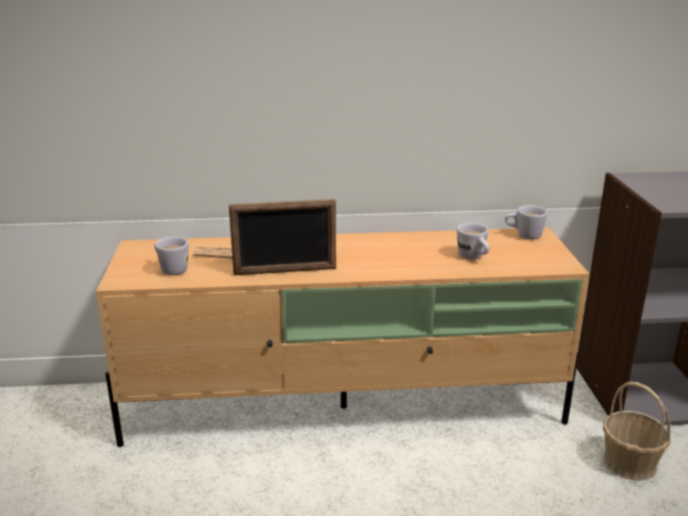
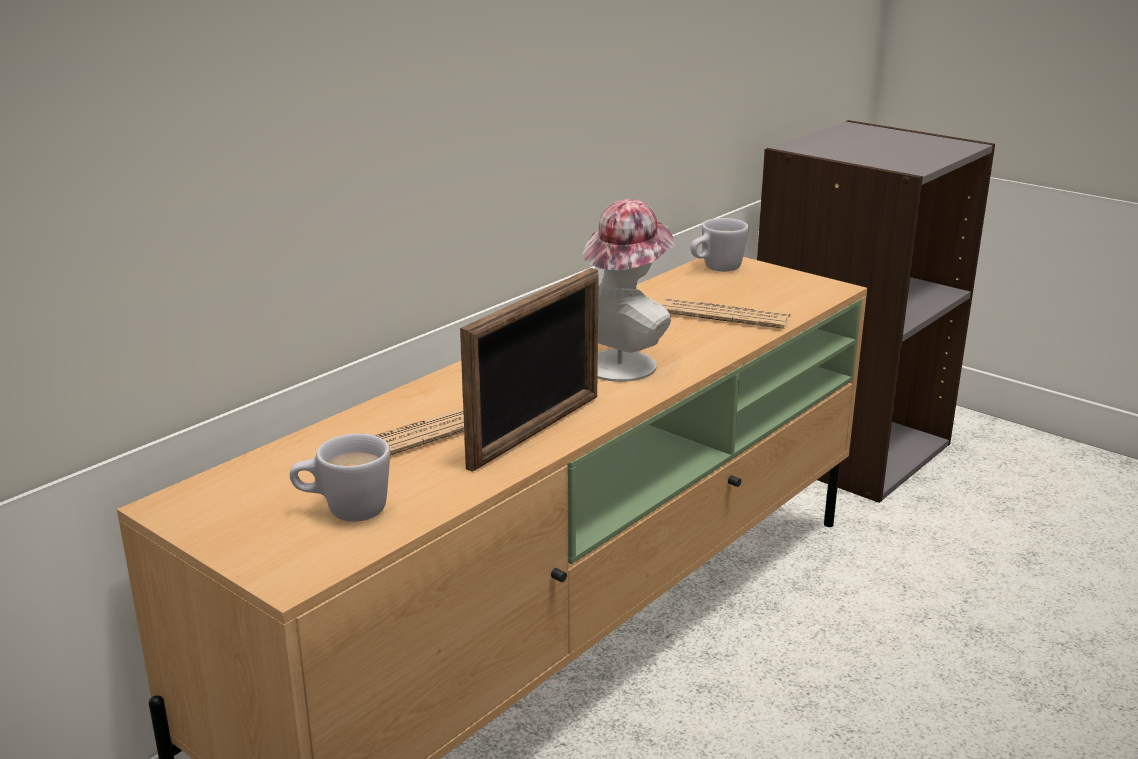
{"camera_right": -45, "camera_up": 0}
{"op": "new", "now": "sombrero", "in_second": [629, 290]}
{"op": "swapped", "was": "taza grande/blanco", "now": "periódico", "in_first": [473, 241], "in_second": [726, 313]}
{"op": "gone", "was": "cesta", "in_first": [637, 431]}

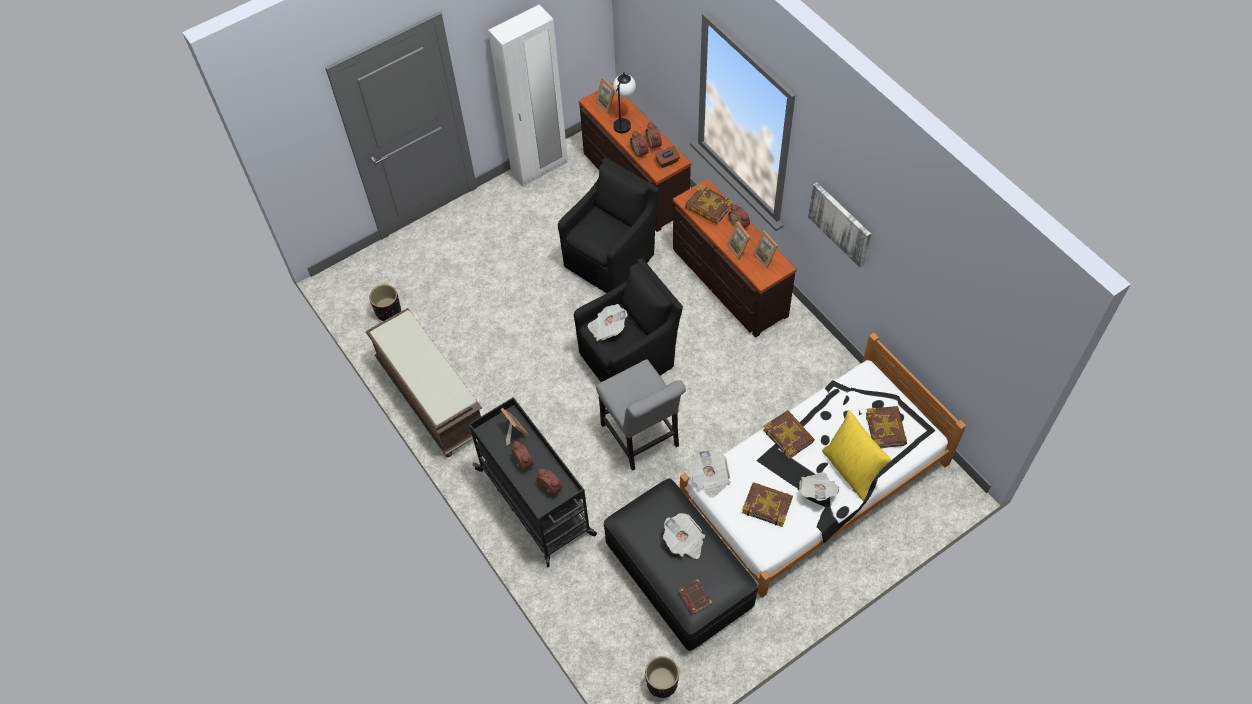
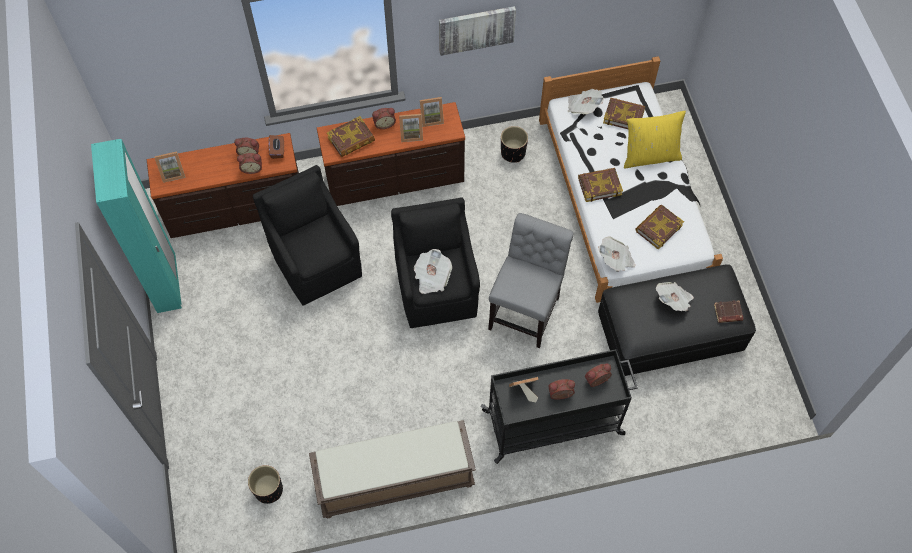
{"camera_right": -70, "camera_up": 5}
{"op": "repainted", "was": "armario ropero/blanco", "now": "armario ropero/turquesa", "in_first": [528, 96], "in_second": [136, 226]}
{"op": "rotated", "was": "silla/gris", "in_first": [641, 415], "in_second": [531, 280], "clockwise": -60}
{"op": "shifted", "was": "maceta/negro", "in_first": [662, 677], "in_second": [514, 144]}
{"op": "shifted", "was": "periódico", "in_first": [819, 486], "in_second": [586, 101]}
{"op": "gone", "was": "lámpara de mesa", "in_first": [624, 102]}

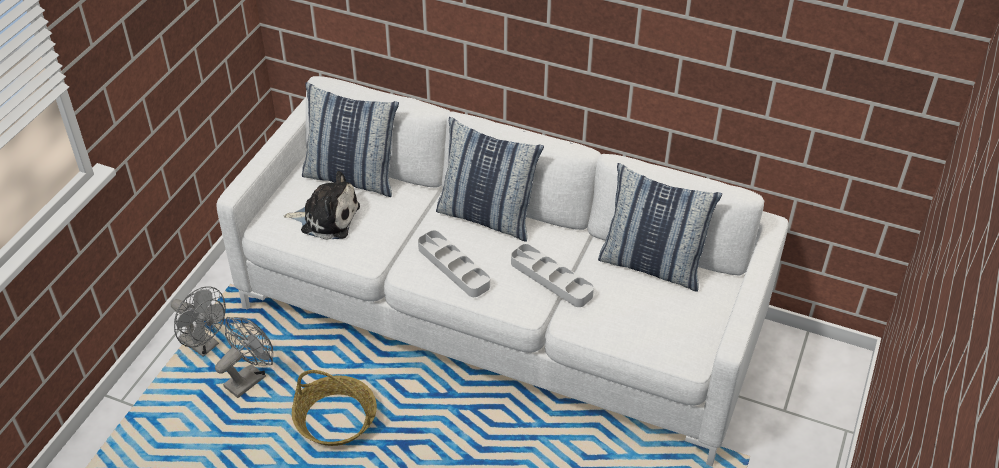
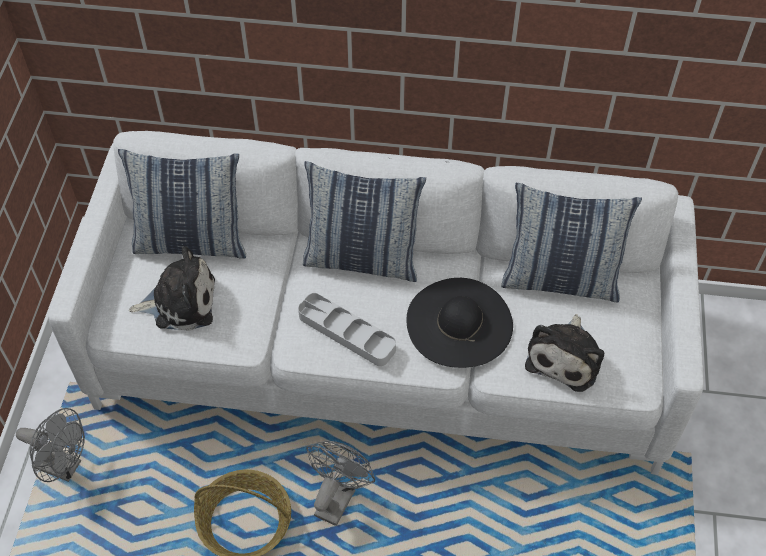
{"camera_right": -15, "camera_up": 10}
{"op": "shifted", "was": "ventilador/gris", "in_first": [244, 357], "in_second": [340, 483]}
{"op": "swapped", "was": "bandeja/gris", "now": "sombrero/negro", "in_first": [552, 275], "in_second": [460, 323]}
{"op": "new", "now": "peluche", "in_second": [564, 353]}

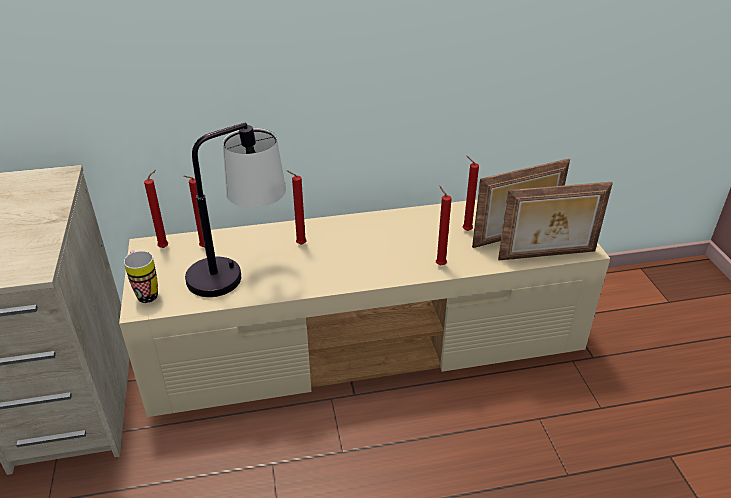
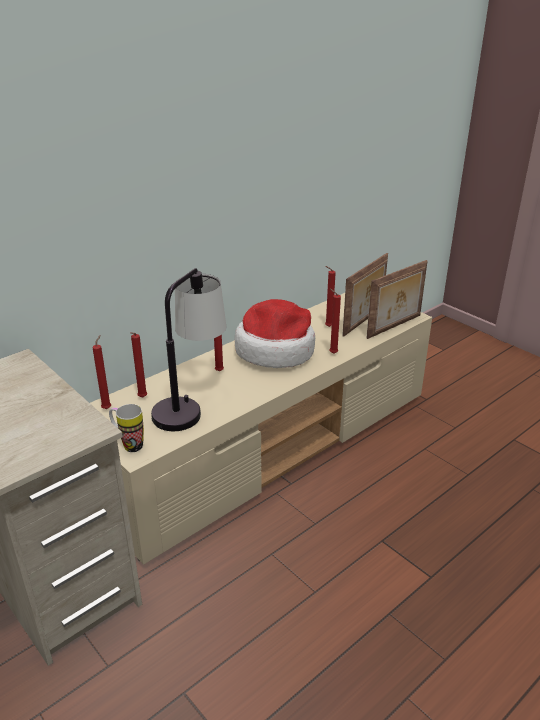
{"camera_right": -30, "camera_up": -5}
{"op": "new", "now": "sombrero", "in_second": [275, 333]}

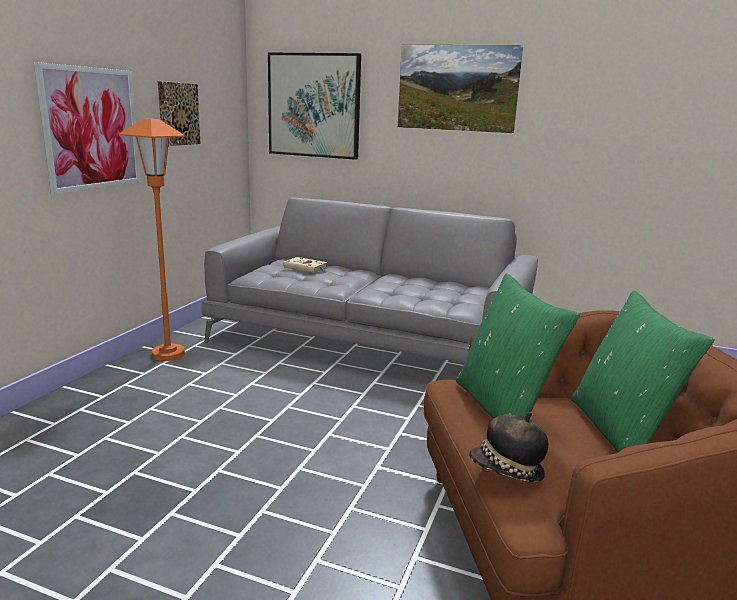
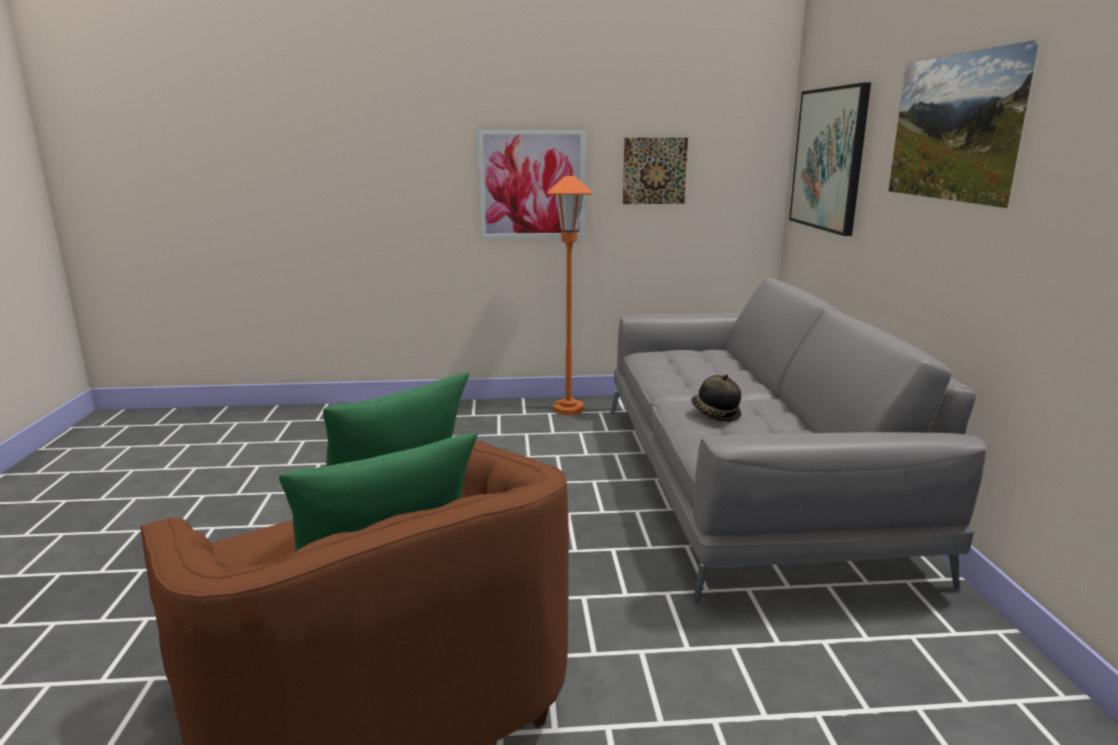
{"camera_right": 65, "camera_up": 0}
{"op": "shifted", "was": "sombrero", "in_first": [508, 447], "in_second": [716, 398]}
{"op": "gone", "was": "libro/beis", "in_first": [305, 265]}

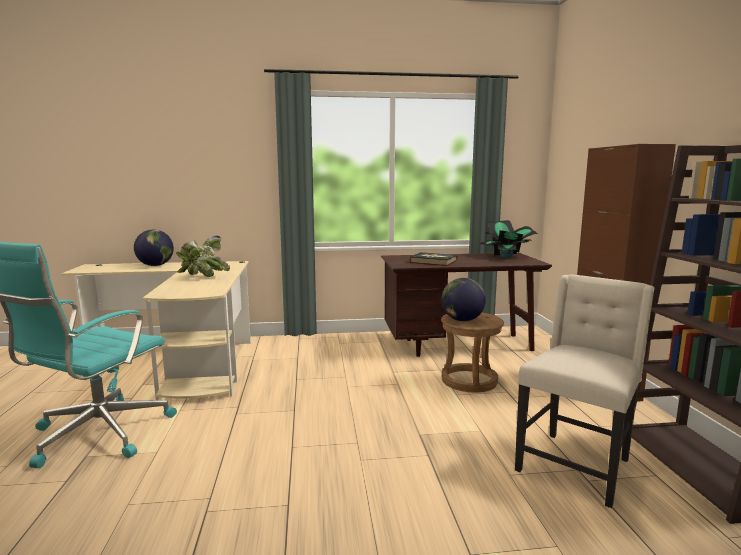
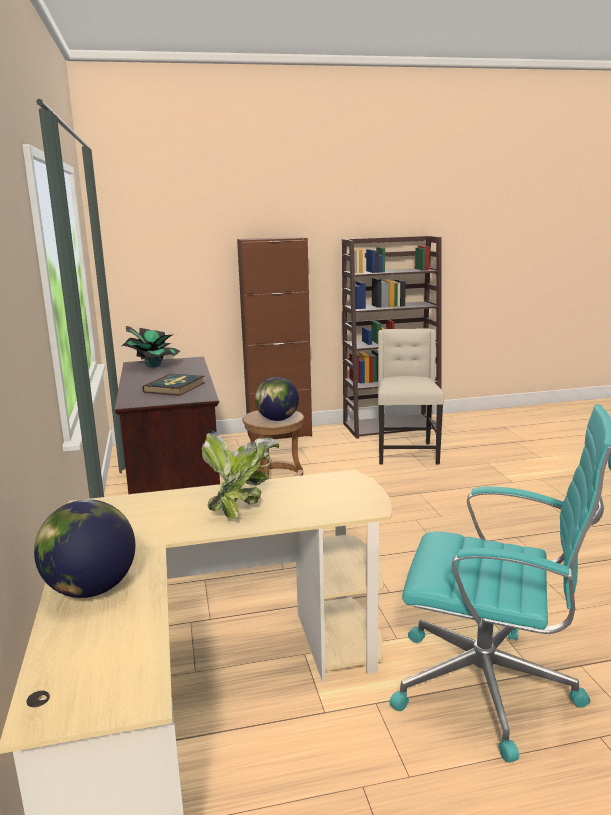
{"camera_right": -95, "camera_up": 5}
{"op": "rotated", "was": "silla/beis", "in_first": [585, 391], "in_second": [411, 397], "clockwise": 60}

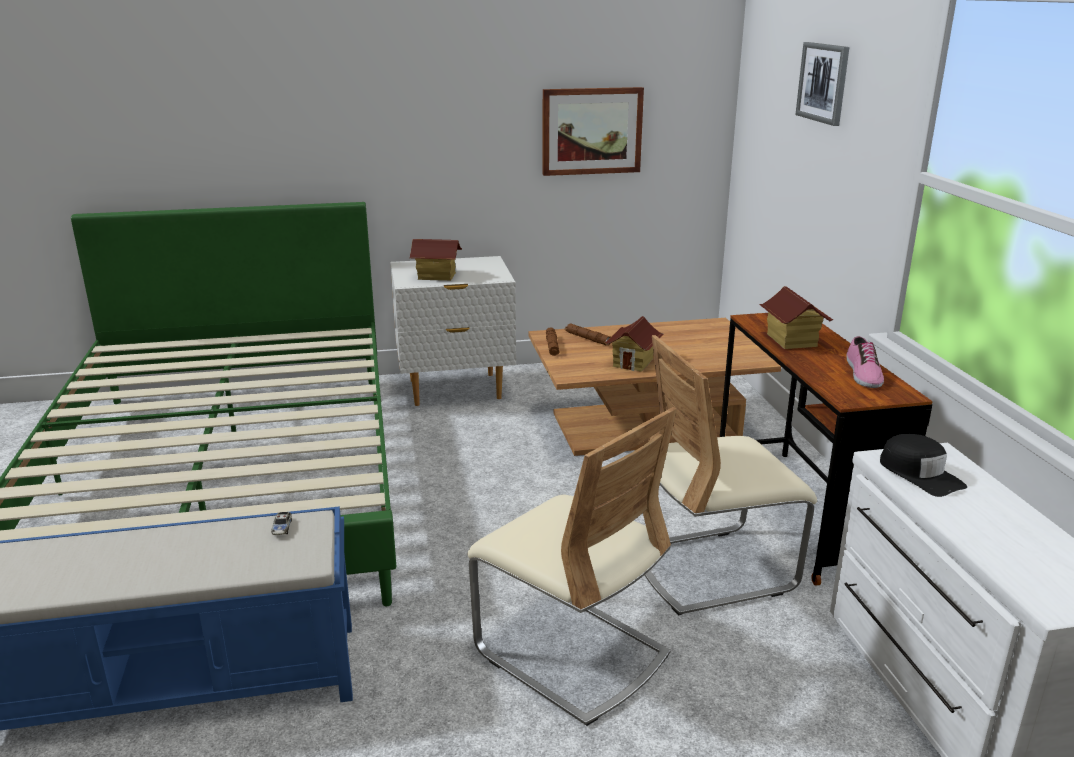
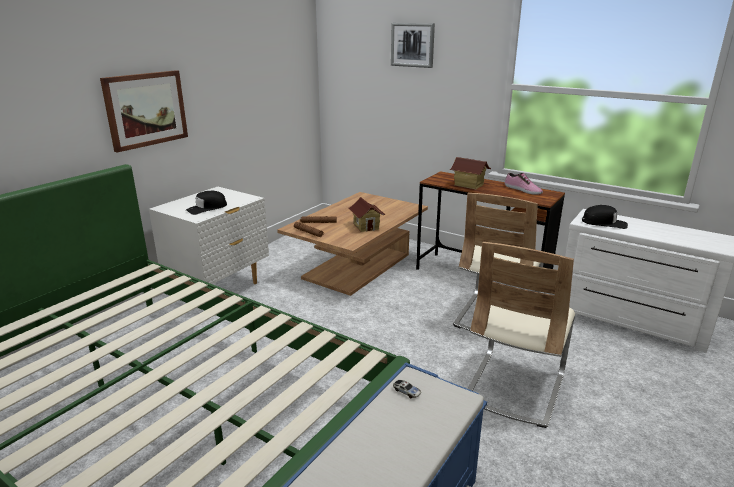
{"camera_right": -45, "camera_up": 0}
{"op": "shifted", "was": "cuadro", "in_first": [593, 131], "in_second": [144, 111]}
{"op": "swapped", "was": "casita", "now": "gorra/negro", "in_first": [435, 260], "in_second": [206, 203]}
{"op": "rotated", "was": "silla/beis", "in_first": [572, 566], "in_second": [521, 335], "clockwise": 120}

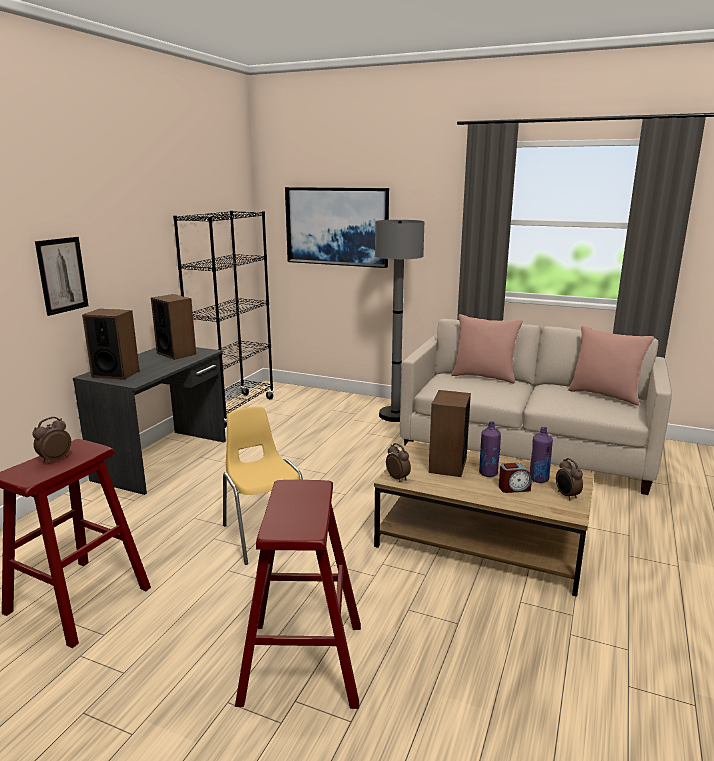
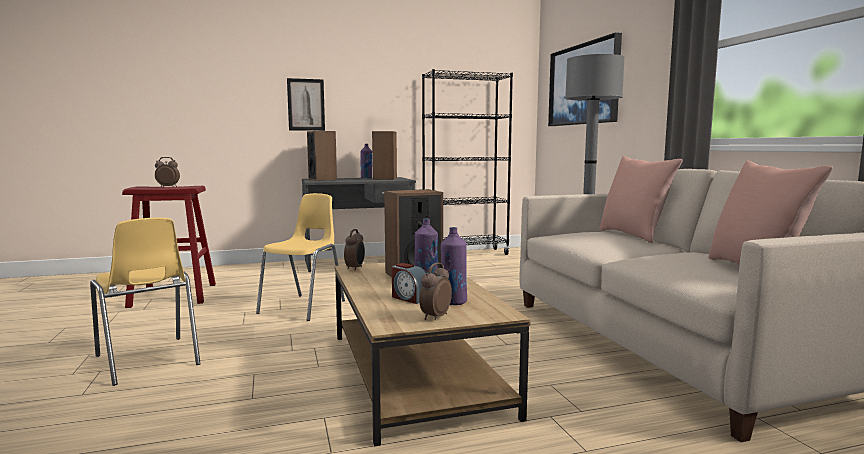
{"camera_right": 50, "camera_up": -10}
{"op": "swapped", "was": "taburete/rojo", "now": "silla/amarillo", "in_first": [298, 594], "in_second": [145, 302]}
{"op": "new", "now": "botella/morado", "in_second": [366, 161]}

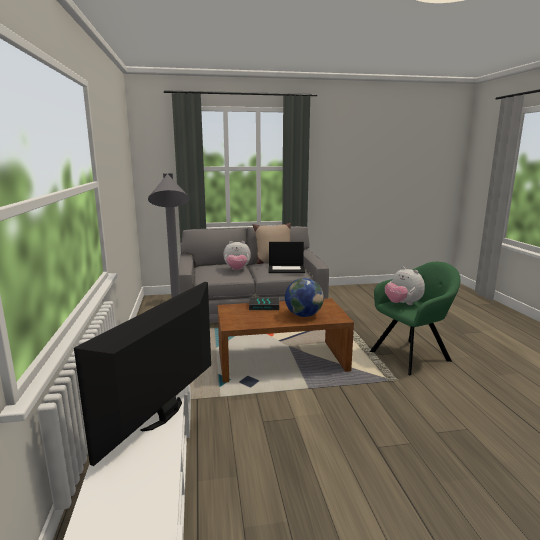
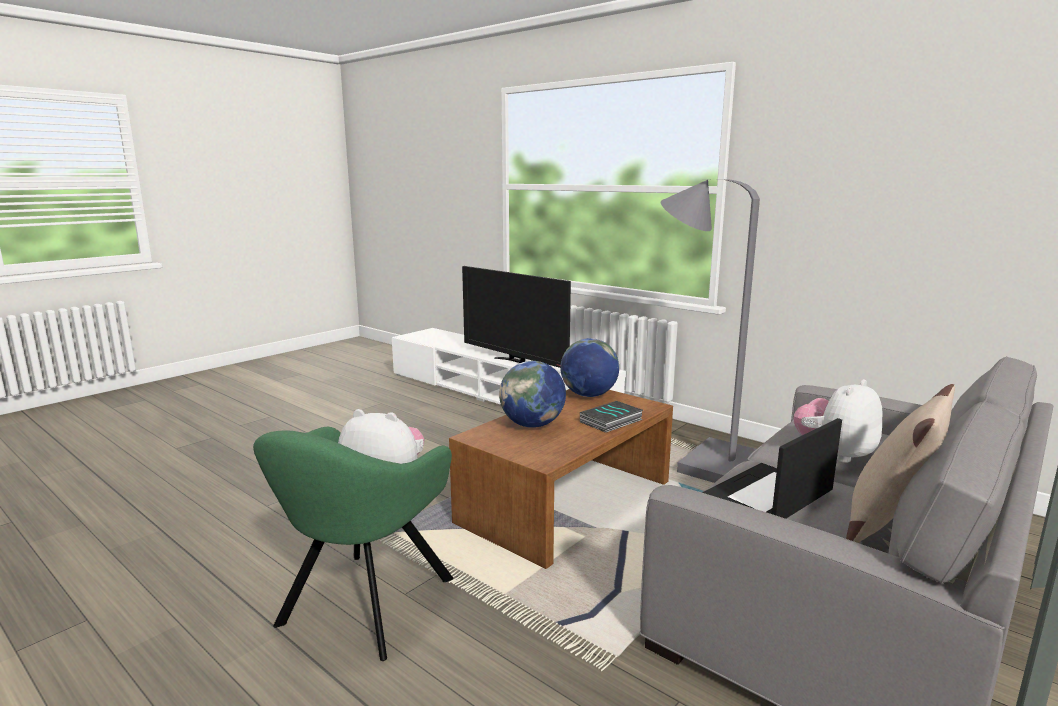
{"camera_right": 140, "camera_up": 0}
{"op": "rotated", "was": "televisor", "in_first": [142, 374], "in_second": [516, 317], "clockwise": 150}
{"op": "new", "now": "globo terráqueo", "in_second": [589, 367]}

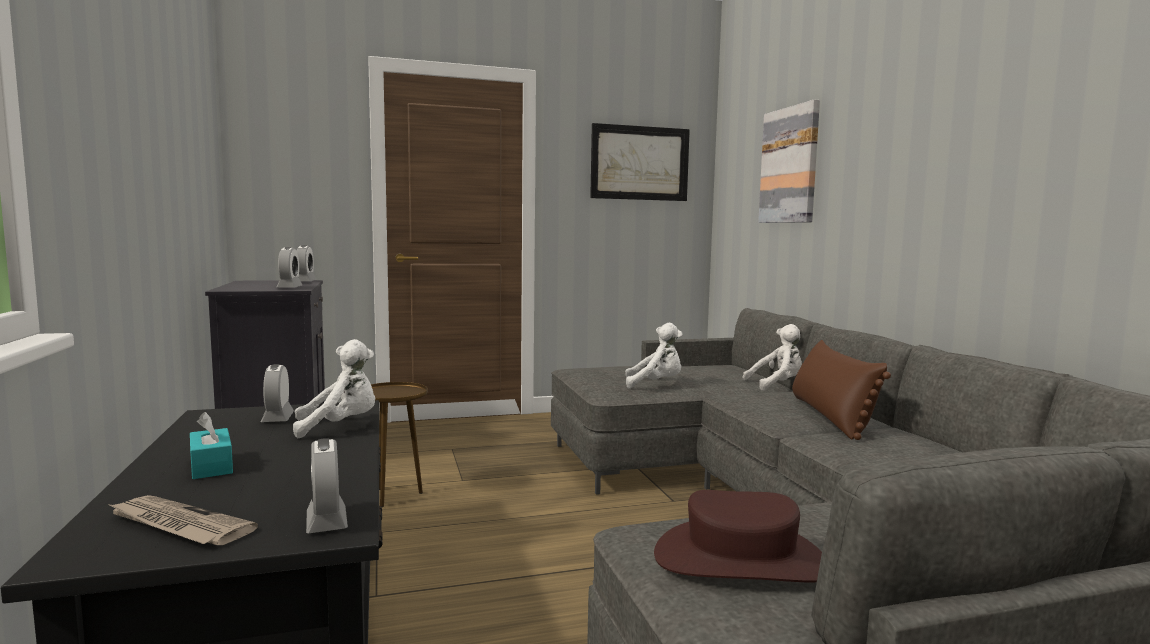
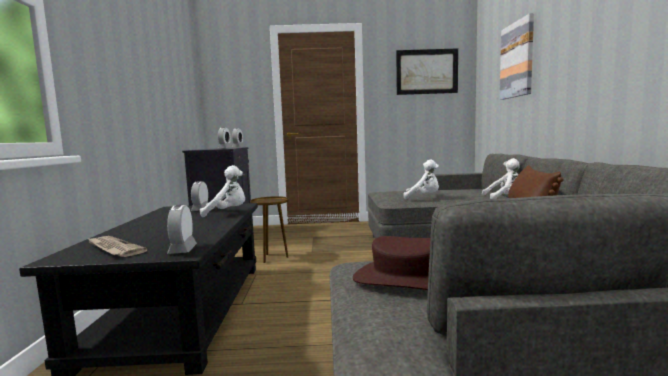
{"camera_right": 15, "camera_up": 0}
{"op": "gone", "was": "caja de pañuelos/turquesa", "in_first": [211, 445]}

